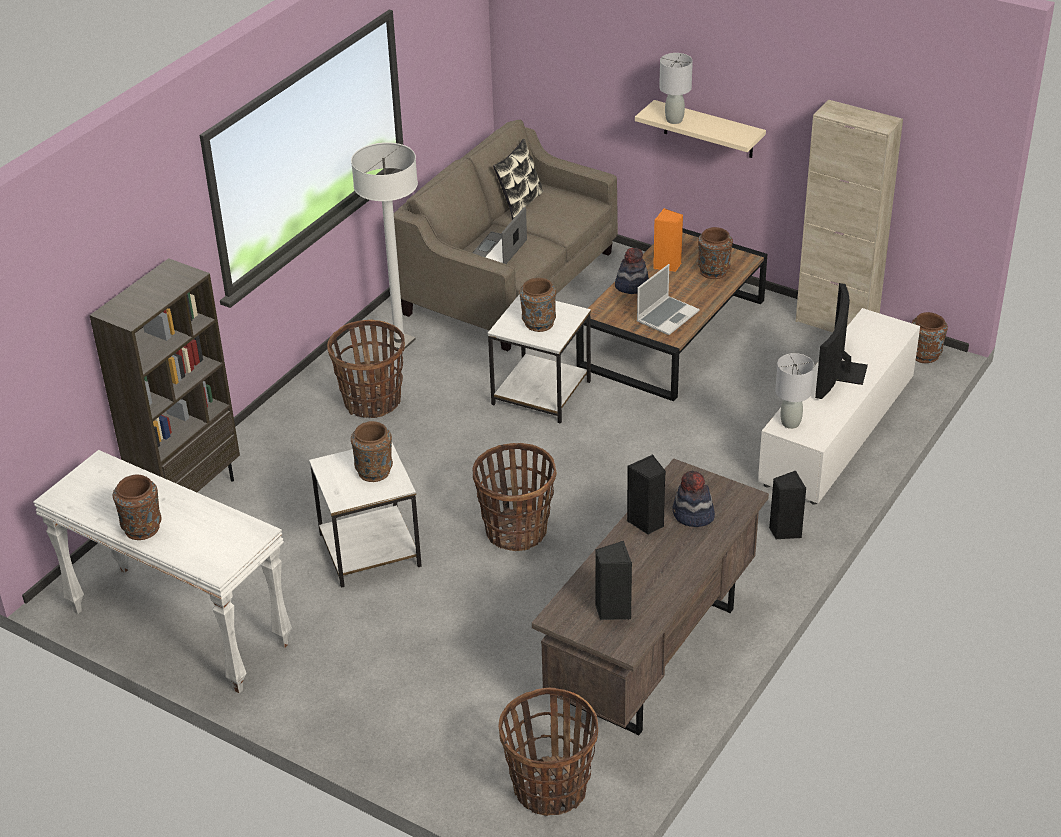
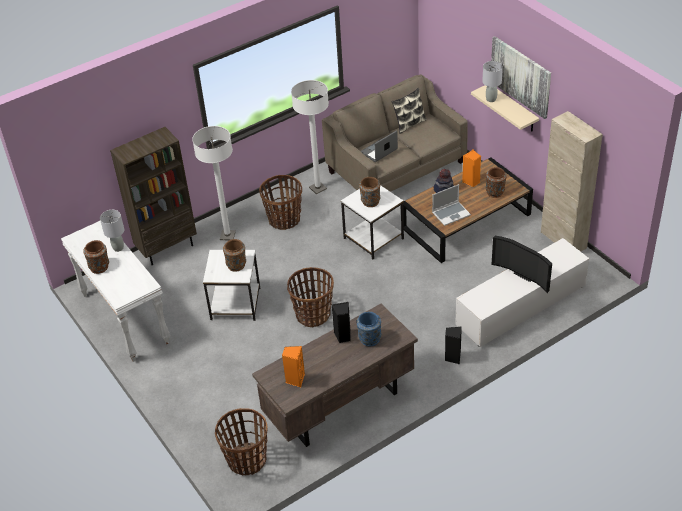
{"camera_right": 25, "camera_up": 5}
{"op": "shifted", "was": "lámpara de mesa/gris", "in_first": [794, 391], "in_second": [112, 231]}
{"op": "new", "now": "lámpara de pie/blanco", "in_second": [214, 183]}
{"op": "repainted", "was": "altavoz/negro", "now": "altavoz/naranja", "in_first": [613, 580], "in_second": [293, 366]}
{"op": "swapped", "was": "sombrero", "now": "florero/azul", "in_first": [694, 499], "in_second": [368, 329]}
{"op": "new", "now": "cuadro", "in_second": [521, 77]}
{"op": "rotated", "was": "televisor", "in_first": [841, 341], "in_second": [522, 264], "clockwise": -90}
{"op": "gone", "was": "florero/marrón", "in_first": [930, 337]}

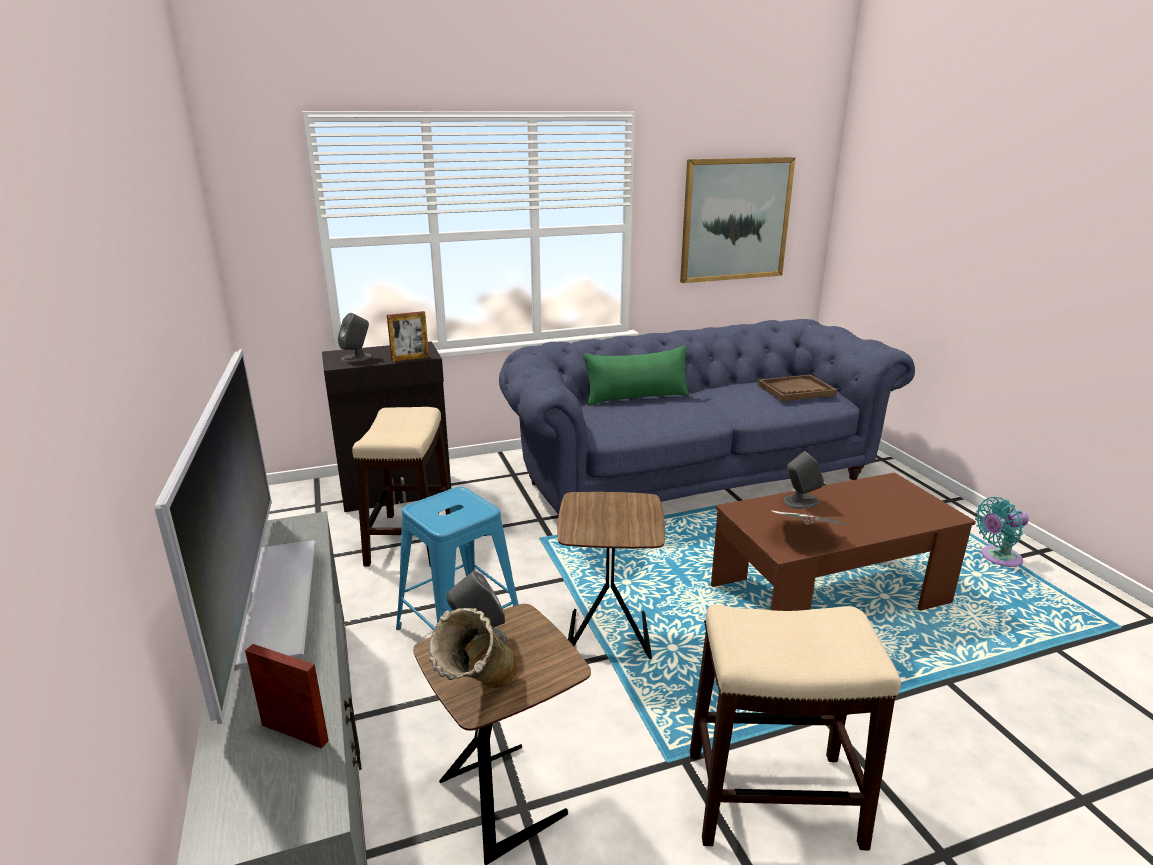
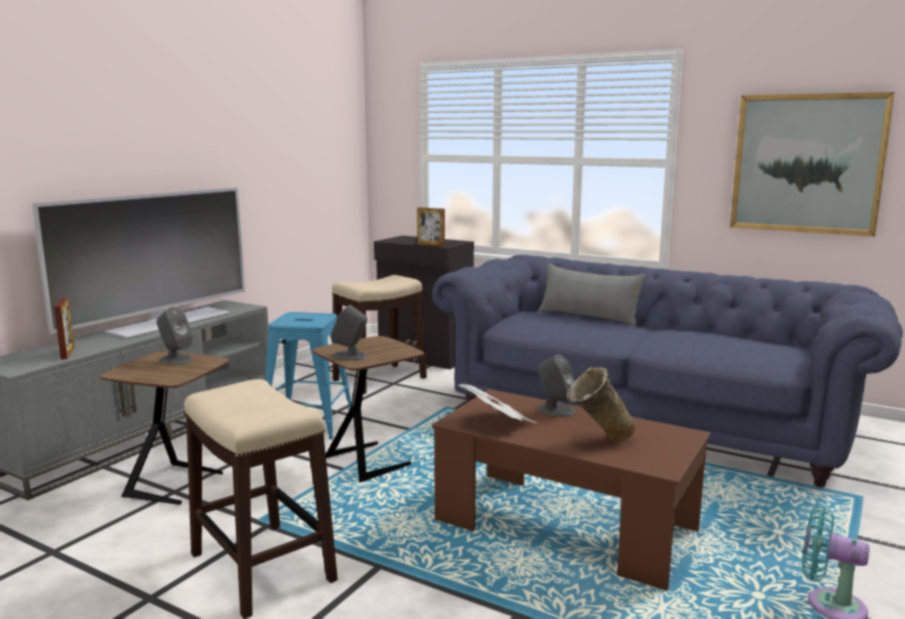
{"camera_right": 50, "camera_up": -10}
{"op": "shifted", "was": "altavoz/gris", "in_first": [355, 338], "in_second": [349, 332]}
{"op": "repainted", "was": "cojín/verde", "now": "cojín/gris", "in_first": [636, 376], "in_second": [592, 295]}
{"op": "shifted", "was": "florero/beis", "in_first": [473, 648], "in_second": [601, 404]}
{"op": "gone", "was": "bandeja/marrón", "in_first": [797, 388]}

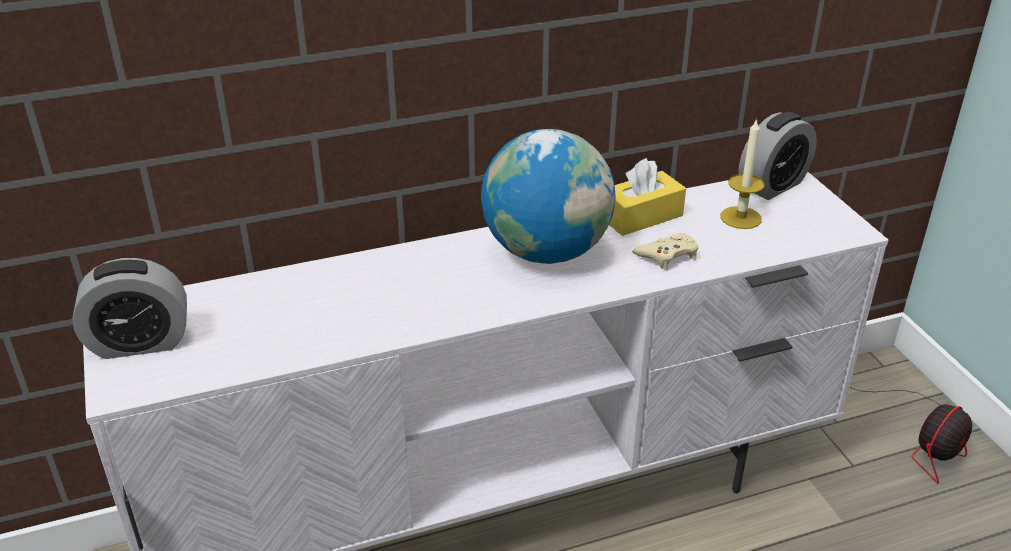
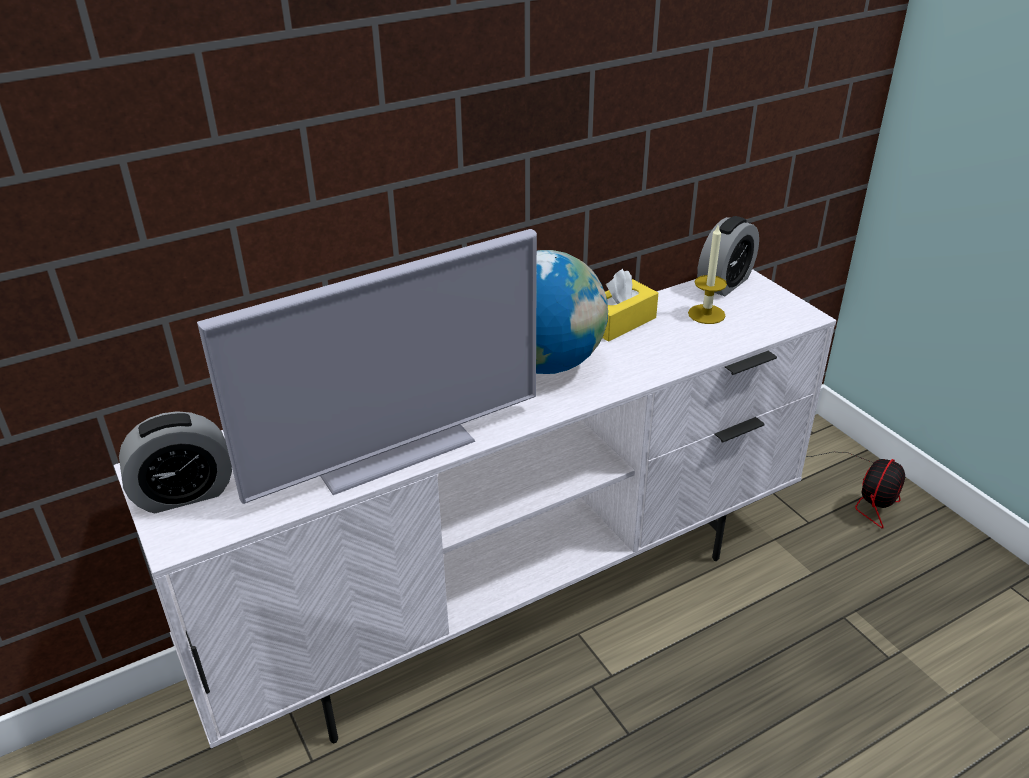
{"camera_right": -10, "camera_up": 0}
{"op": "new", "now": "televisor", "in_second": [367, 366]}
{"op": "gone", "was": "mando de consola/beis", "in_first": [665, 251]}

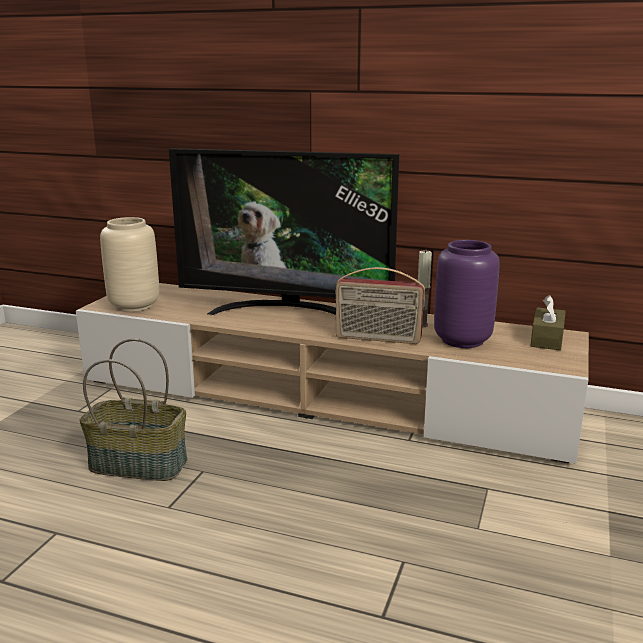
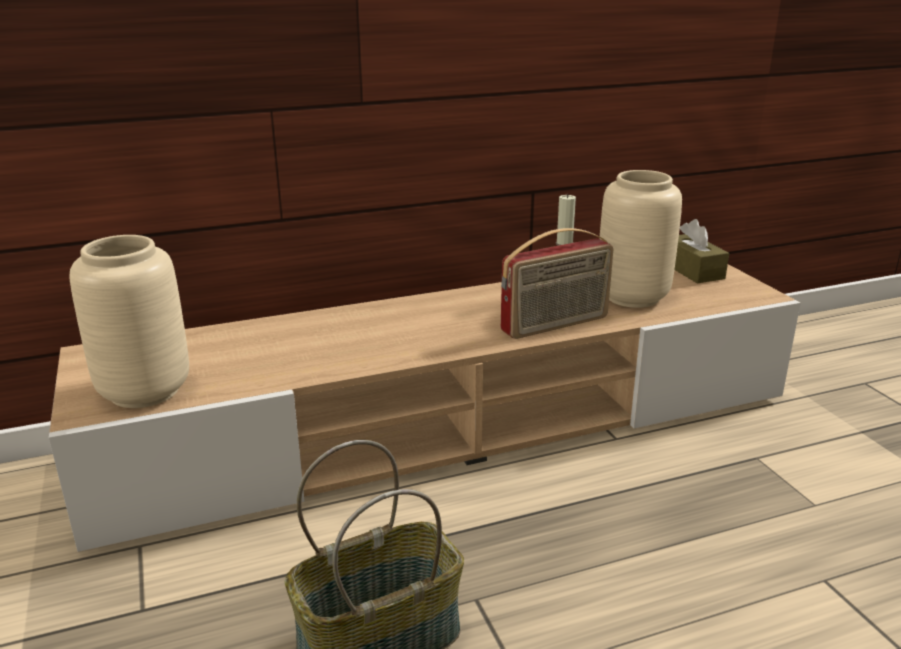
{"camera_right": -40, "camera_up": 5}
{"op": "repainted", "was": "florero/morado", "now": "florero/beis", "in_first": [467, 294], "in_second": [640, 239]}
{"op": "gone", "was": "televisor", "in_first": [284, 231]}

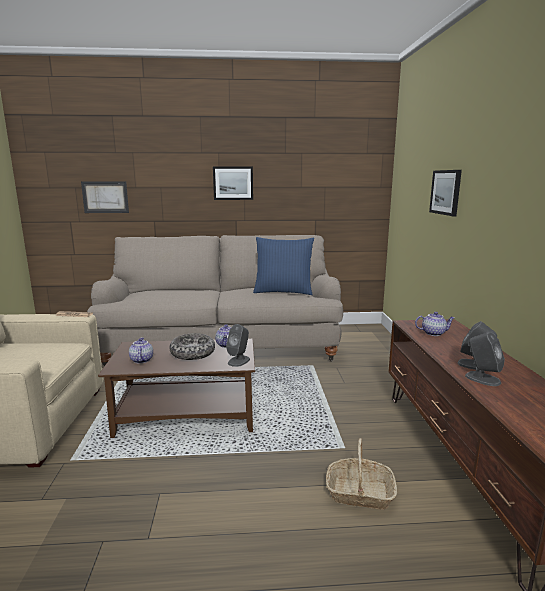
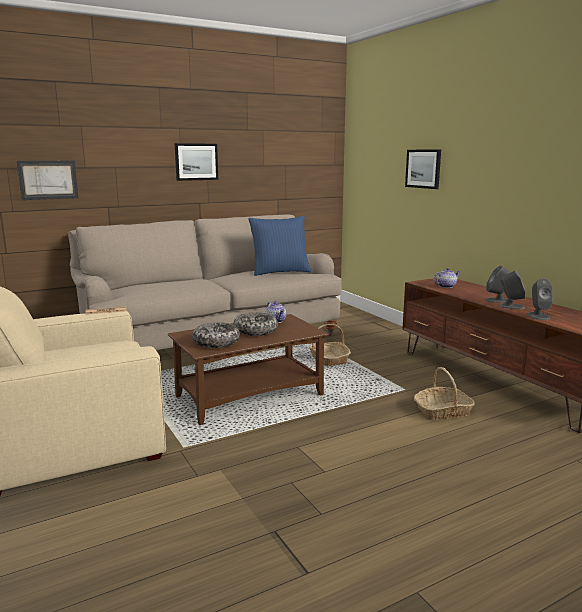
{"camera_right": -25, "camera_up": 0}
{"op": "swapped", "was": "tetera", "now": "cuenco", "in_first": [141, 350], "in_second": [216, 335]}
{"op": "new", "now": "cesta", "in_second": [330, 345]}
{"op": "shifted", "was": "altavoz/gris", "in_first": [238, 345], "in_second": [540, 299]}

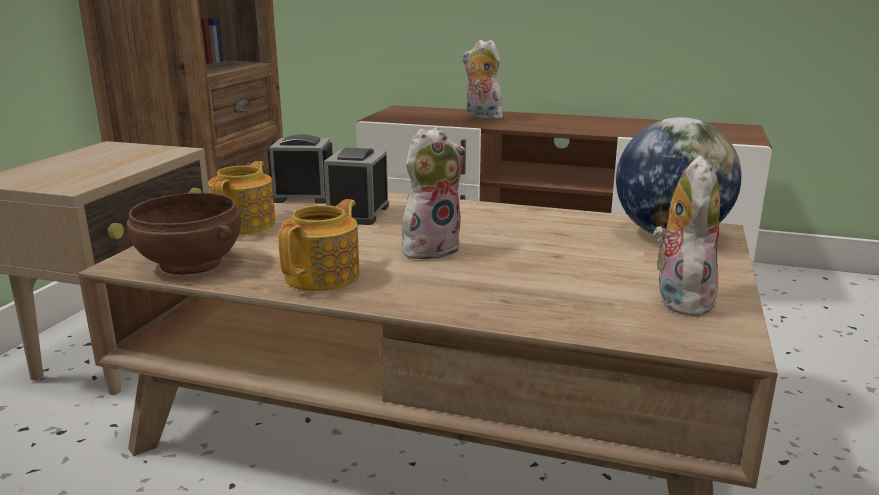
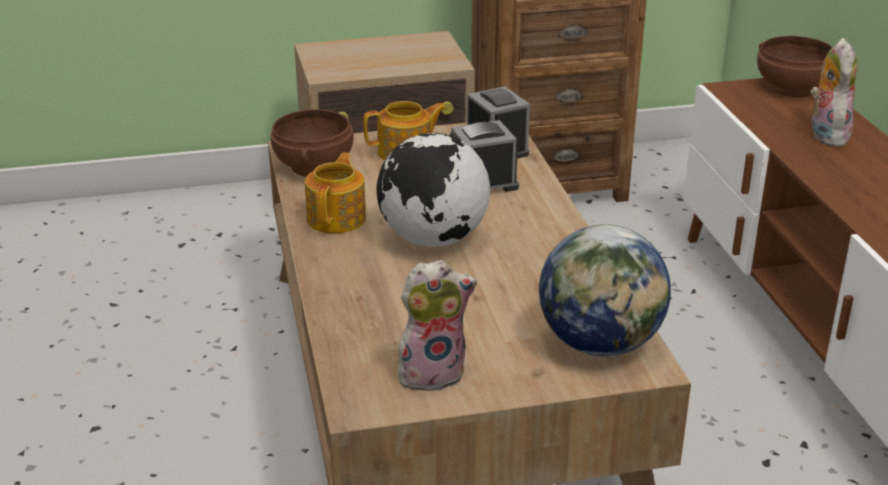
{"camera_right": 60, "camera_up": 10}
{"op": "rotated", "was": "tetera", "in_first": [319, 245], "in_second": [335, 192], "clockwise": -75}
{"op": "swapped", "was": "peluche", "now": "globo terráqueo", "in_first": [434, 193], "in_second": [433, 190]}
{"op": "new", "now": "cuenco/marrón", "in_second": [794, 66]}

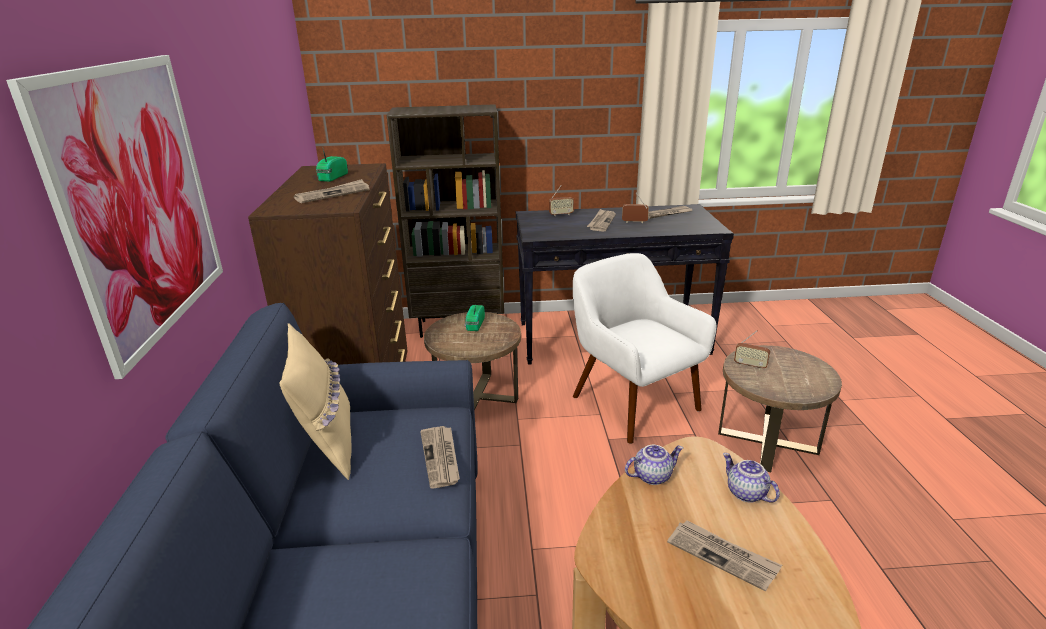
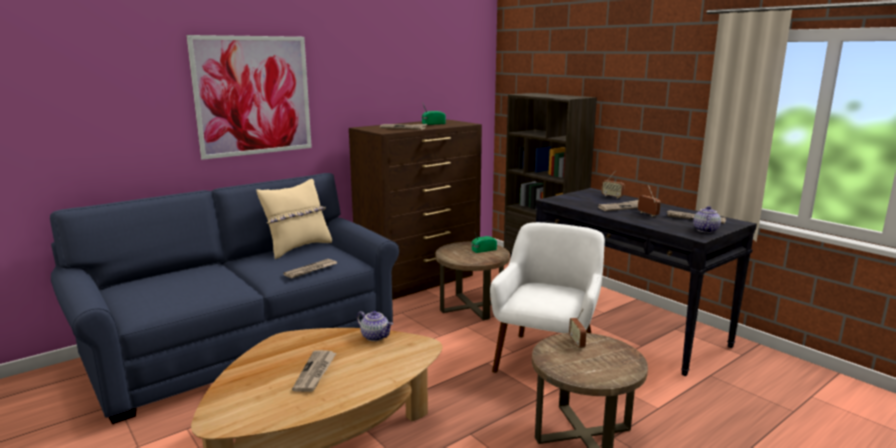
{"camera_right": 55, "camera_up": -10}
{"op": "shifted", "was": "tetera", "in_first": [751, 478], "in_second": [707, 219]}

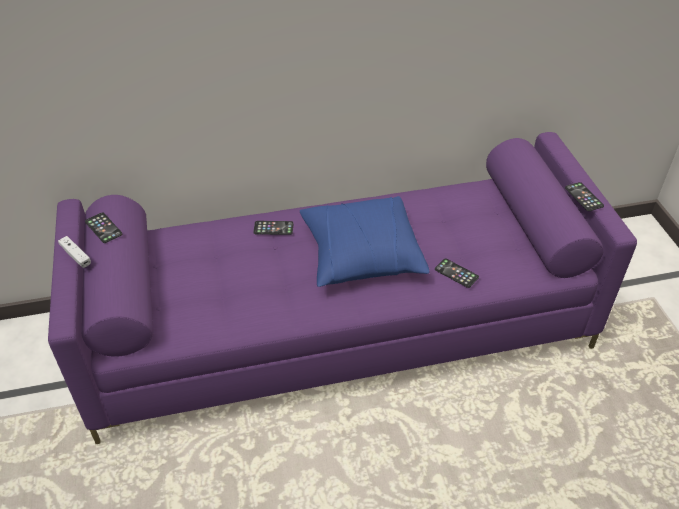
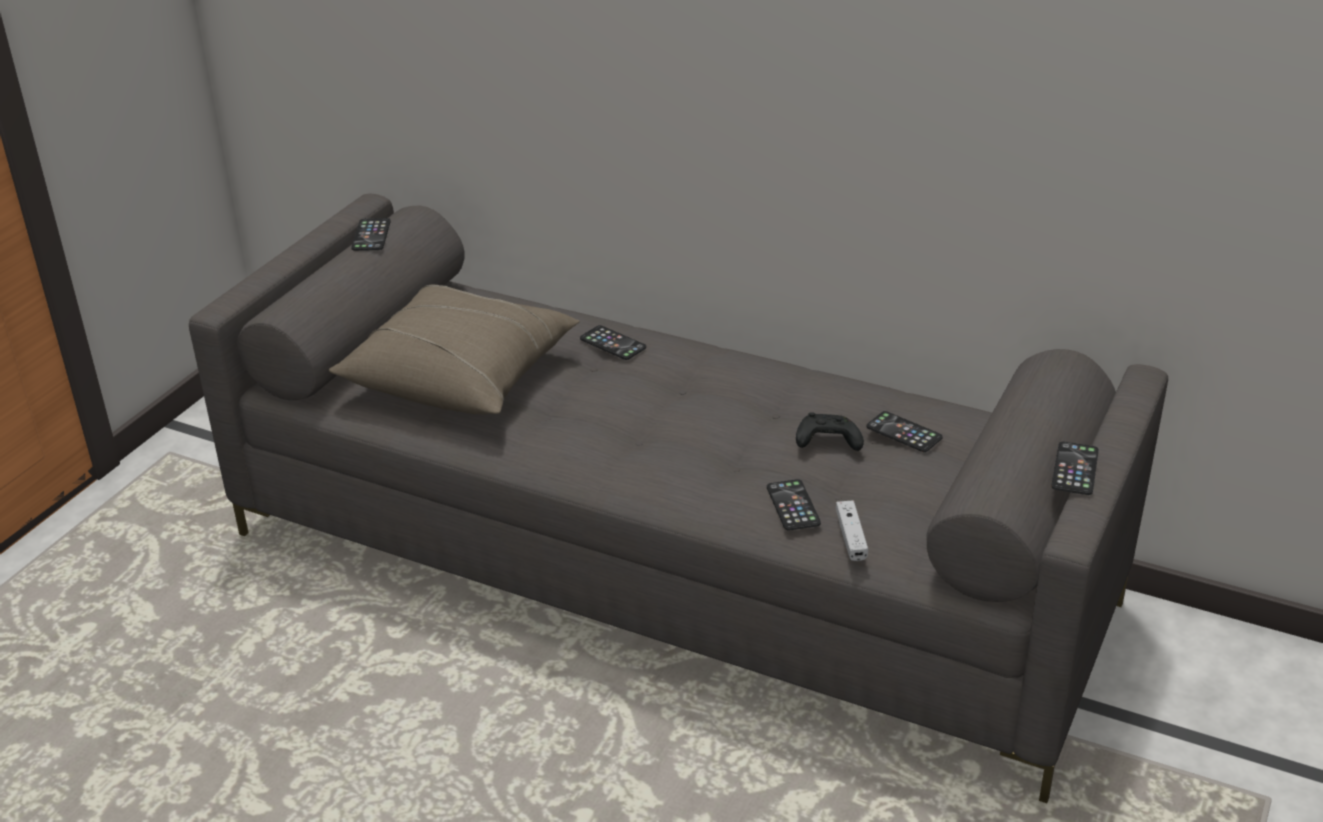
{"camera_right": 40, "camera_up": -10}
{"op": "repainted", "was": "sofá/morado", "now": "sofá/gris", "in_first": [342, 288], "in_second": [678, 498]}
{"op": "new", "now": "cojín/beis", "in_second": [454, 349]}
{"op": "new", "now": "mando de consola/negro", "in_second": [830, 431]}
{"op": "shifted", "was": "mando de consola/blanco", "in_first": [74, 252], "in_second": [852, 531]}
{"op": "new", "now": "móvil", "in_second": [905, 431]}
{"op": "gone", "was": "cojín/azul", "in_first": [364, 241]}

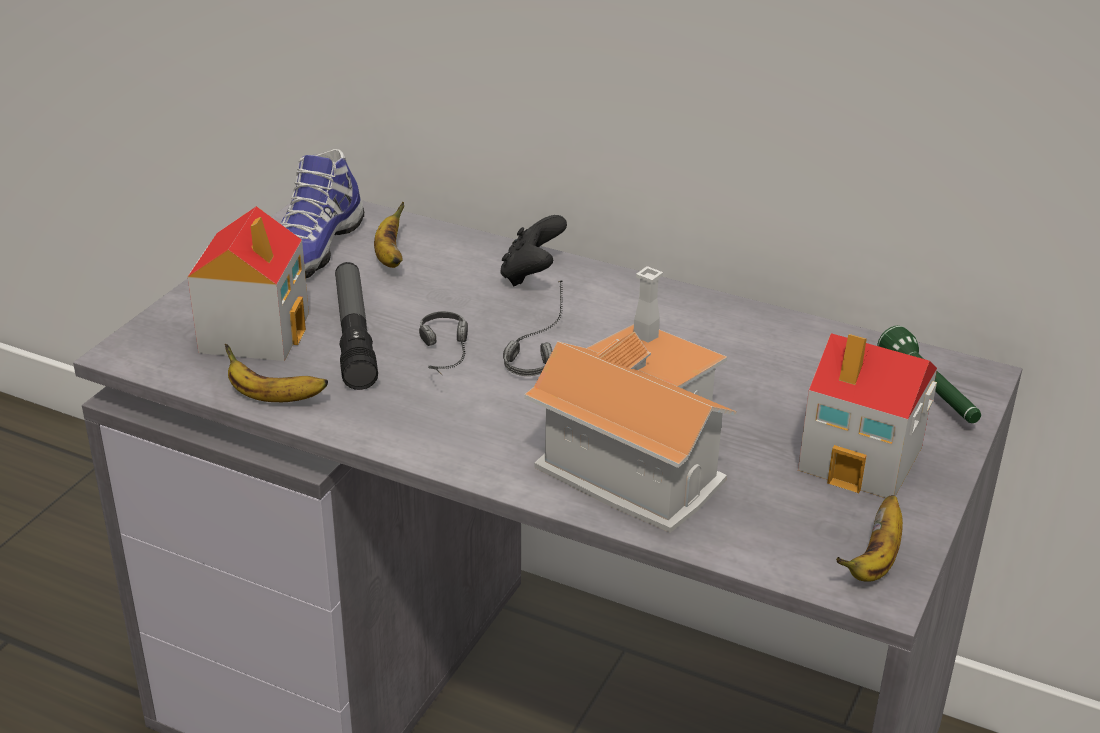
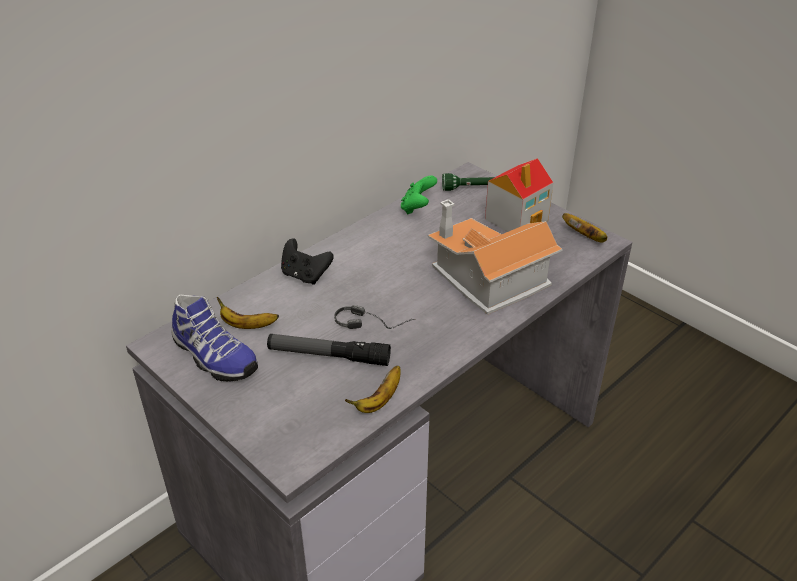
{"camera_right": -70, "camera_up": 5}
{"op": "new", "now": "mando de consola/verde", "in_second": [419, 195]}
{"op": "gone", "was": "casita", "in_first": [248, 283]}
{"op": "gone", "was": "auriculares", "in_first": [533, 328]}

